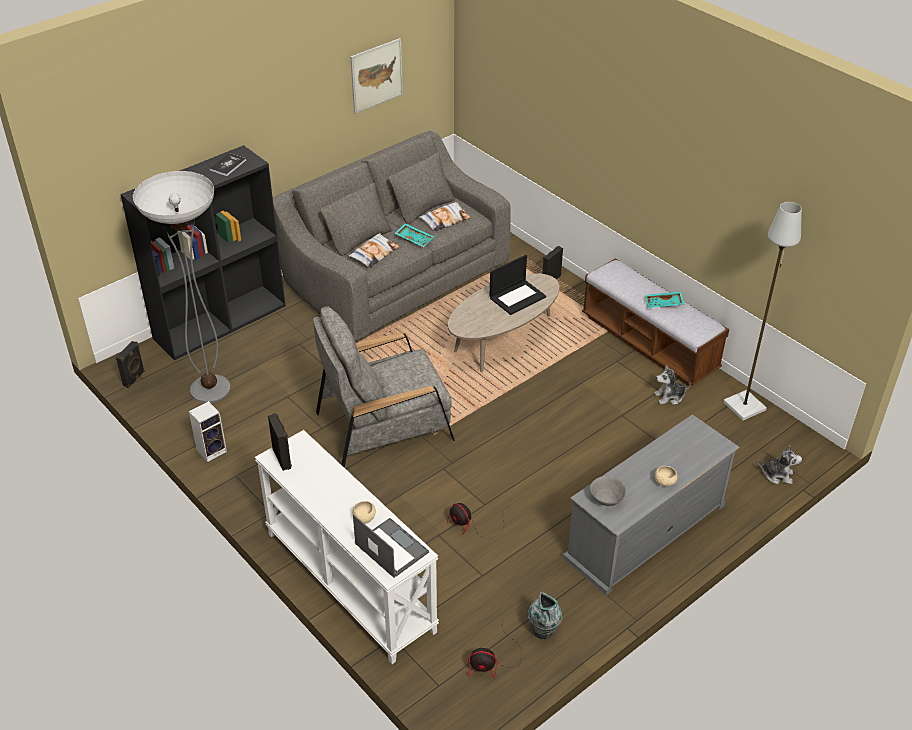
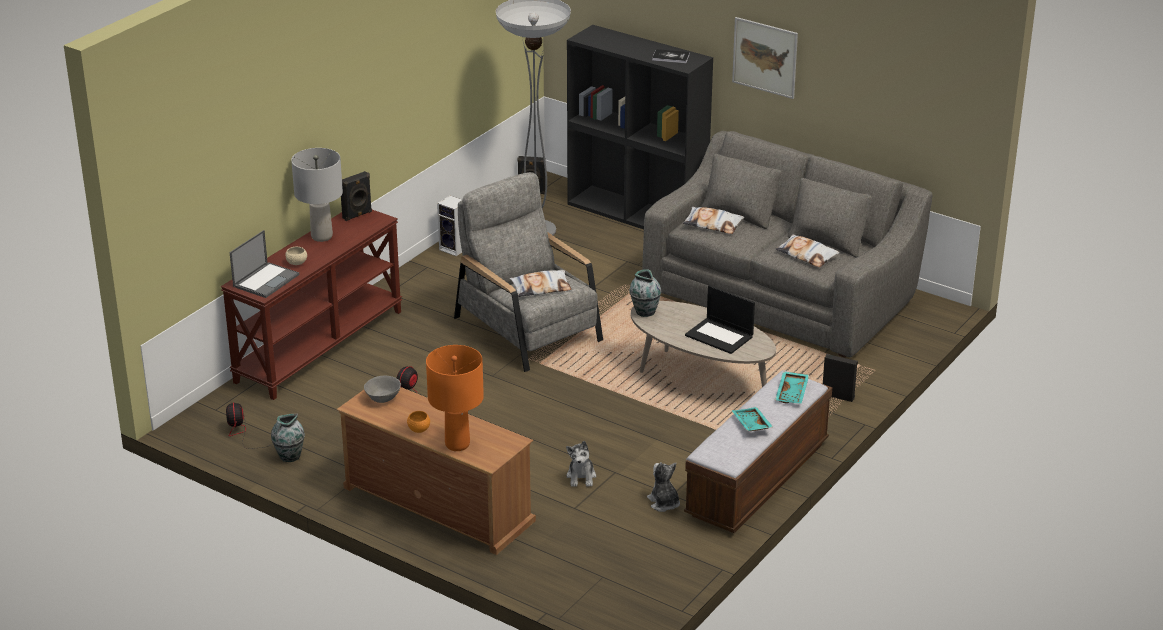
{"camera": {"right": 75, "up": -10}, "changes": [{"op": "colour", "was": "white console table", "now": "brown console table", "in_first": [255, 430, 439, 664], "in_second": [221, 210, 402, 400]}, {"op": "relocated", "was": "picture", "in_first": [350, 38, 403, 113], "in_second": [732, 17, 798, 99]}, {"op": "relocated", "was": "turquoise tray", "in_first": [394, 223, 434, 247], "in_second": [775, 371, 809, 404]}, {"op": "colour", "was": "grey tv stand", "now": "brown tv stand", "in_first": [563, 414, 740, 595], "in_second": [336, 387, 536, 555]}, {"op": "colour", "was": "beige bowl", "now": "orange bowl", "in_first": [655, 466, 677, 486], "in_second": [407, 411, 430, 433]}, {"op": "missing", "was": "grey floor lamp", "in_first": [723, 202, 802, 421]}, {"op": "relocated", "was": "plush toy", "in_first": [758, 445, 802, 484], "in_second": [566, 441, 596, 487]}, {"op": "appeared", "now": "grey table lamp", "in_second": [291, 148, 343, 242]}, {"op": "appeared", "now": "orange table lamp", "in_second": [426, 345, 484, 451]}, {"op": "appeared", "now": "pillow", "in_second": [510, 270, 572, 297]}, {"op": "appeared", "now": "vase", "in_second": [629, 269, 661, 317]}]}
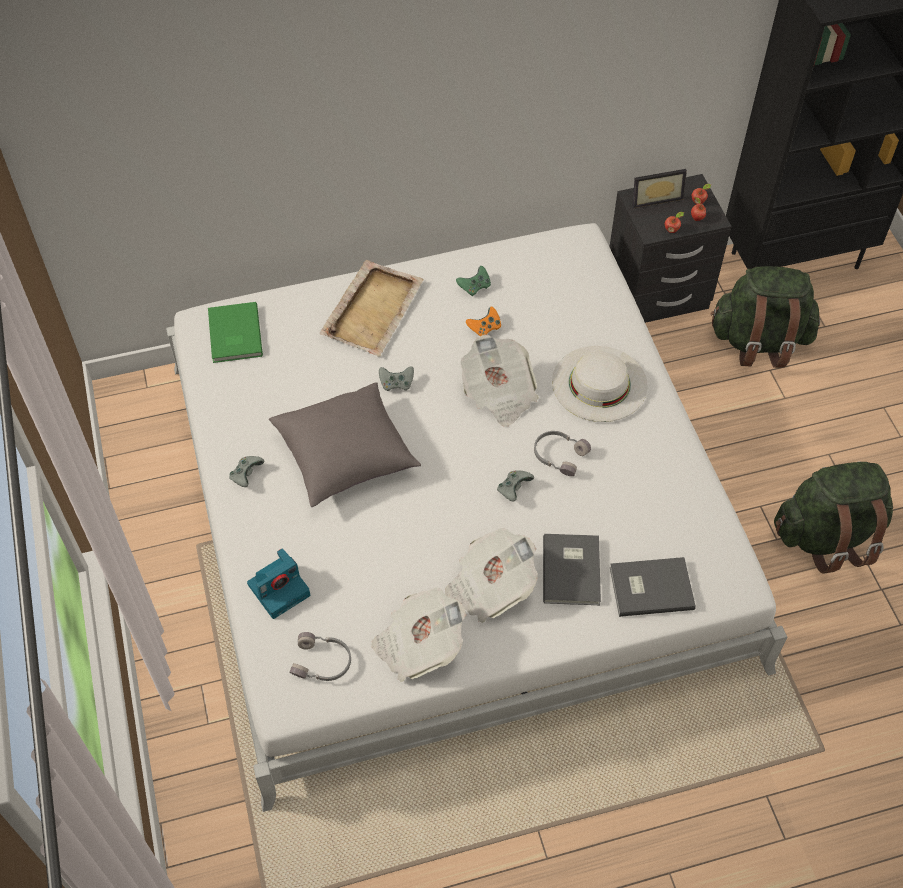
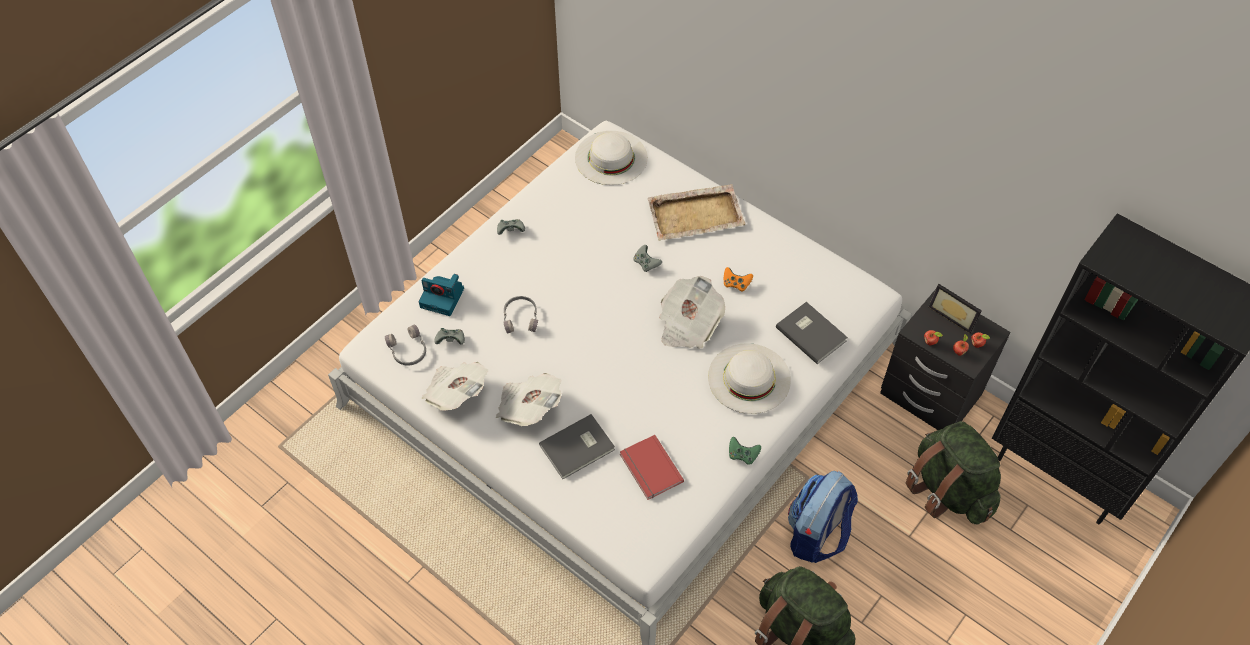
{"camera": {"right": 55, "up": 0}, "changes": [{"op": "exchanged", "was": "green book", "now": "white hat", "in_first": [208, 302, 263, 363], "in_second": [575, 131, 648, 185]}, {"op": "missing", "was": "grey pillow", "in_first": [269, 382, 421, 507]}, {"op": "relocated", "was": "green game controller", "in_first": [456, 266, 491, 296], "in_second": [729, 437, 761, 465]}, {"op": "relocated", "was": "grey game controller", "in_first": [497, 470, 534, 501], "in_second": [434, 328, 465, 345]}, {"op": "relocated", "was": "grey headphones", "in_first": [534, 431, 591, 476], "in_second": [504, 296, 538, 334]}, {"op": "relocated", "was": "grey book", "in_first": [610, 557, 696, 617], "in_second": [776, 302, 848, 364]}, {"op": "appeared", "now": "red book", "in_second": [620, 435, 684, 500]}, {"op": "appeared", "now": "backpack", "in_second": [788, 471, 858, 563]}]}
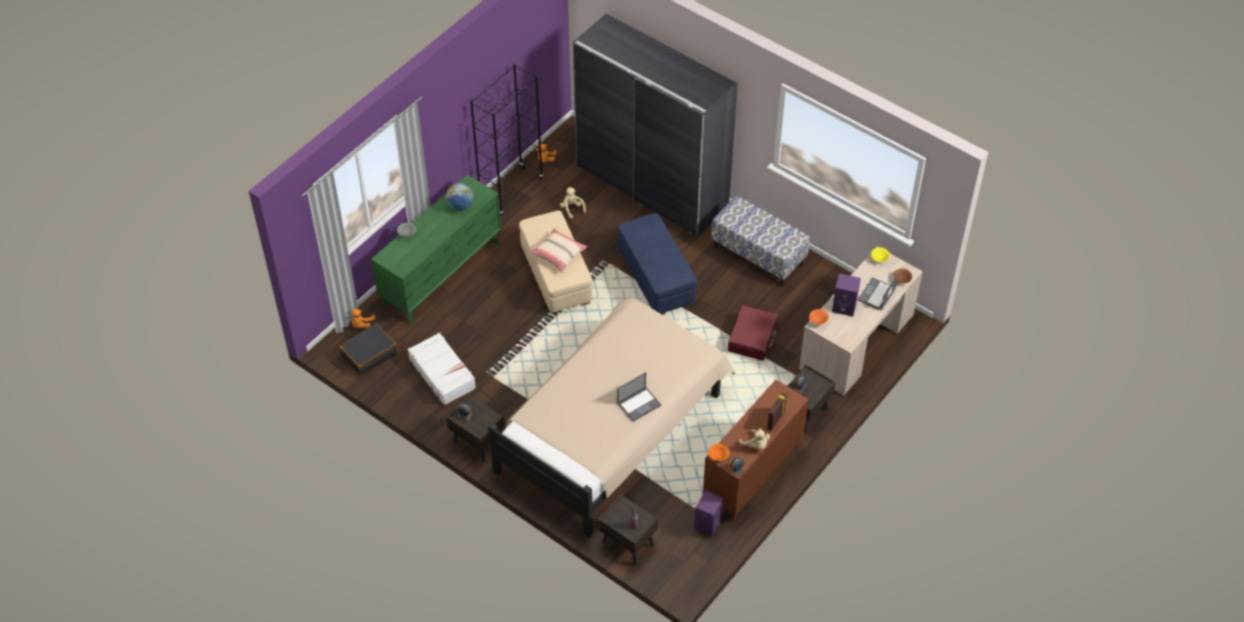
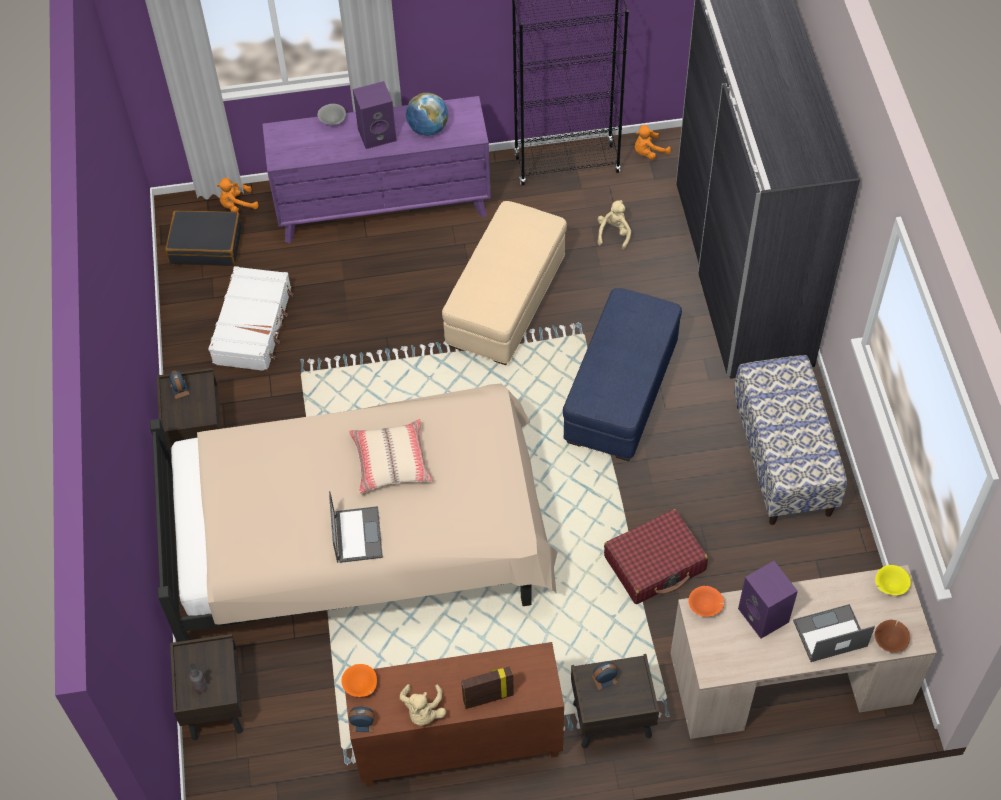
{"camera": {"right": 45, "up": 5}, "changes": [{"op": "colour", "was": "green dresser", "now": "purple dresser", "in_first": [371, 174, 501, 324], "in_second": [262, 96, 491, 243]}, {"op": "relocated", "was": "beige pillow", "in_first": [528, 228, 587, 273], "in_second": [349, 419, 433, 494]}, {"op": "spun", "was": "laptop", "in_first": [617, 372, 661, 422], "in_second": [329, 491, 383, 563], "clockwise": -105}, {"op": "relocated", "was": "purple speaker", "in_first": [694, 490, 724, 537], "in_second": [353, 81, 397, 149]}]}
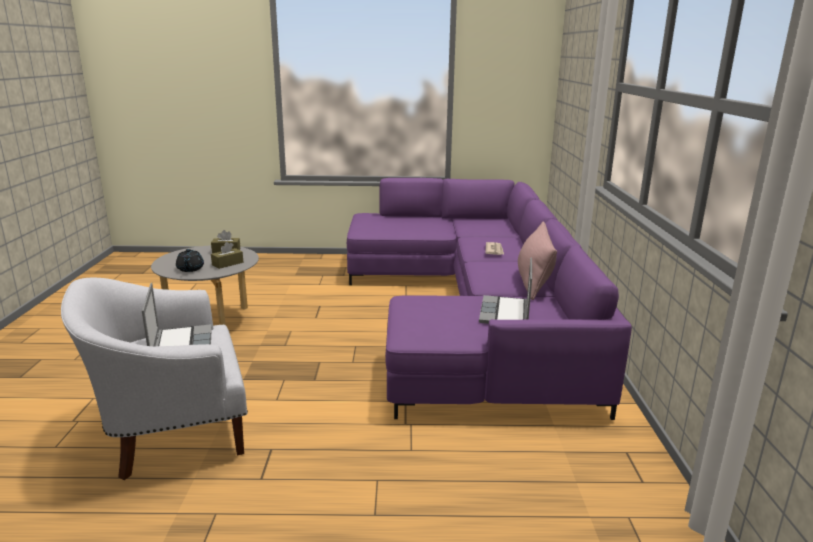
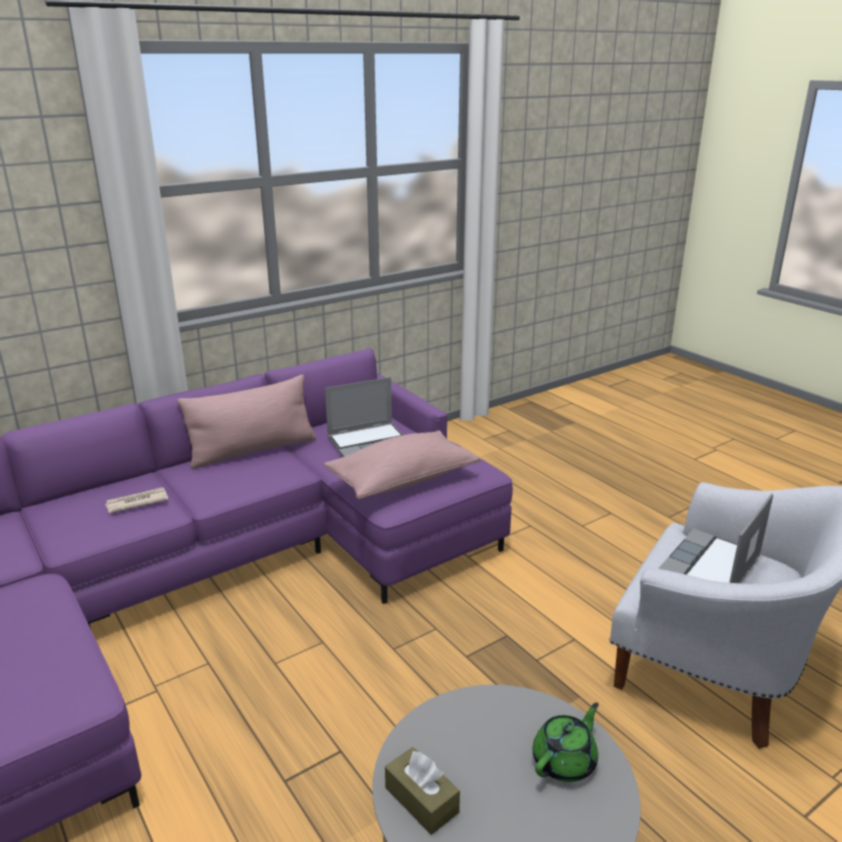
{"camera": {"right": -125, "up": 5}, "changes": [{"op": "colour", "was": "black teapot", "now": "green teapot", "in_first": [176, 249, 204, 272], "in_second": [533, 702, 599, 782]}, {"op": "missing", "was": "brown tissue box", "in_first": [211, 242, 243, 269]}, {"op": "appeared", "now": "pink pillow", "in_second": [324, 431, 480, 499]}]}
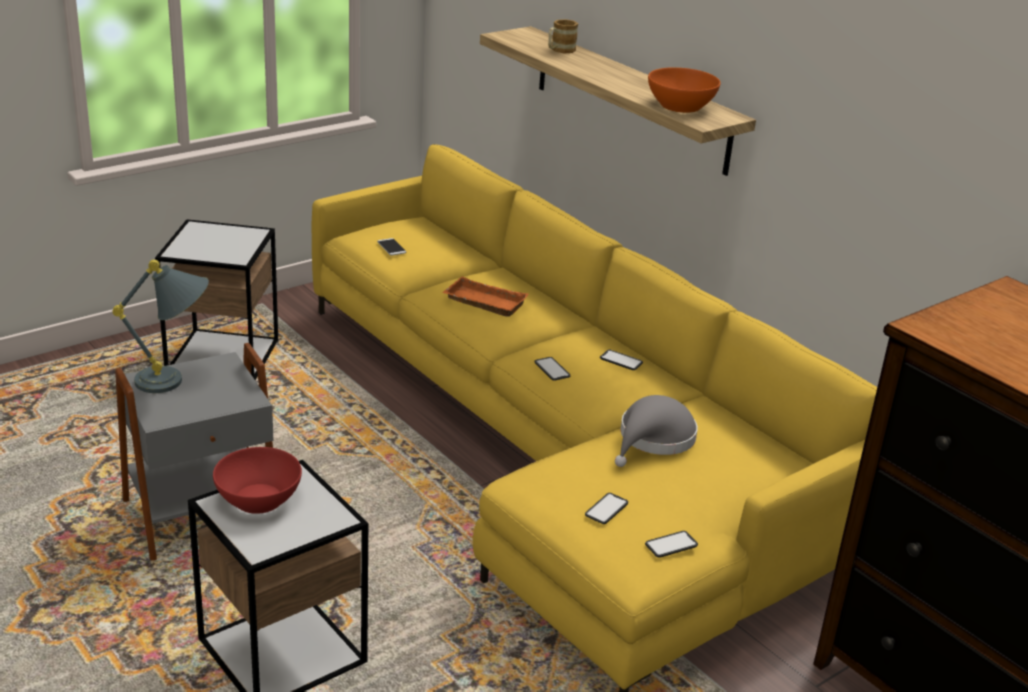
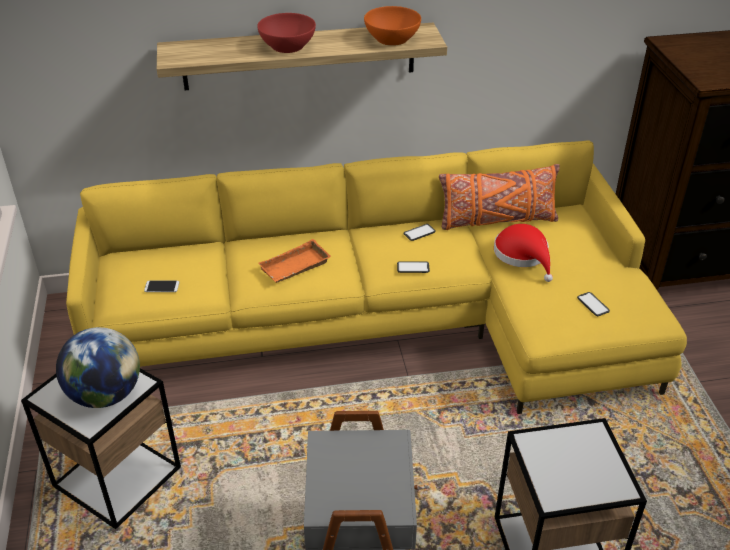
{"camera": {"right": -60, "up": 10}, "changes": [{"op": "missing", "was": "grey table lamp", "in_first": [112, 260, 209, 393]}, {"op": "relocated", "was": "red bowl", "in_first": [213, 447, 302, 514], "in_second": [257, 13, 316, 53]}, {"op": "missing", "was": "mug", "in_first": [548, 19, 578, 54]}, {"op": "colour", "was": "grey hat", "now": "red hat", "in_first": [615, 395, 698, 467], "in_second": [494, 224, 553, 282]}, {"op": "missing", "was": "phone", "in_first": [645, 531, 698, 557]}, {"op": "appeared", "now": "globe", "in_second": [56, 327, 140, 408]}, {"op": "appeared", "now": "orange pillow", "in_second": [439, 164, 560, 230]}]}
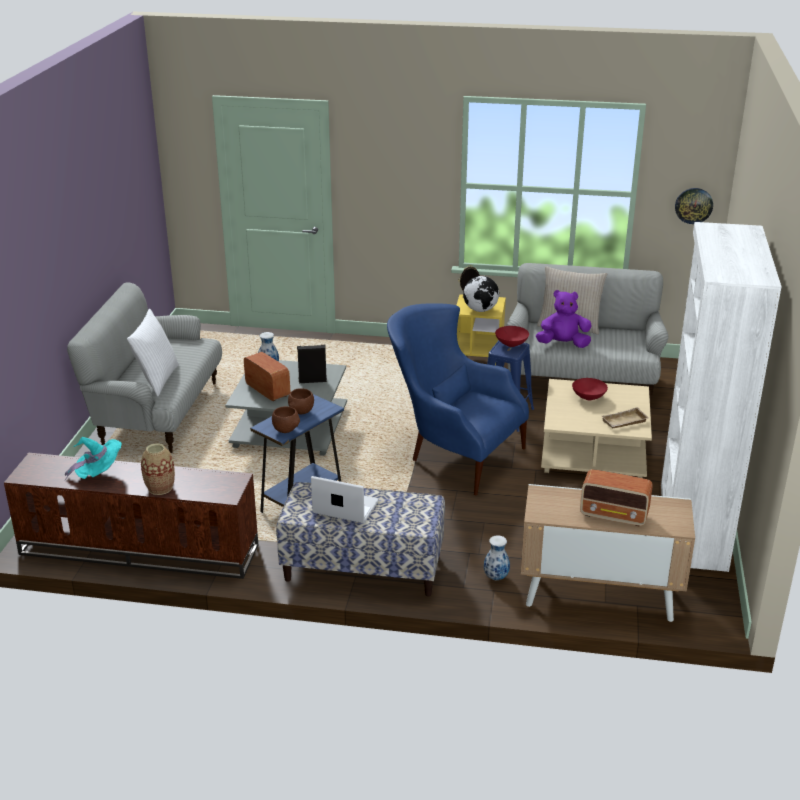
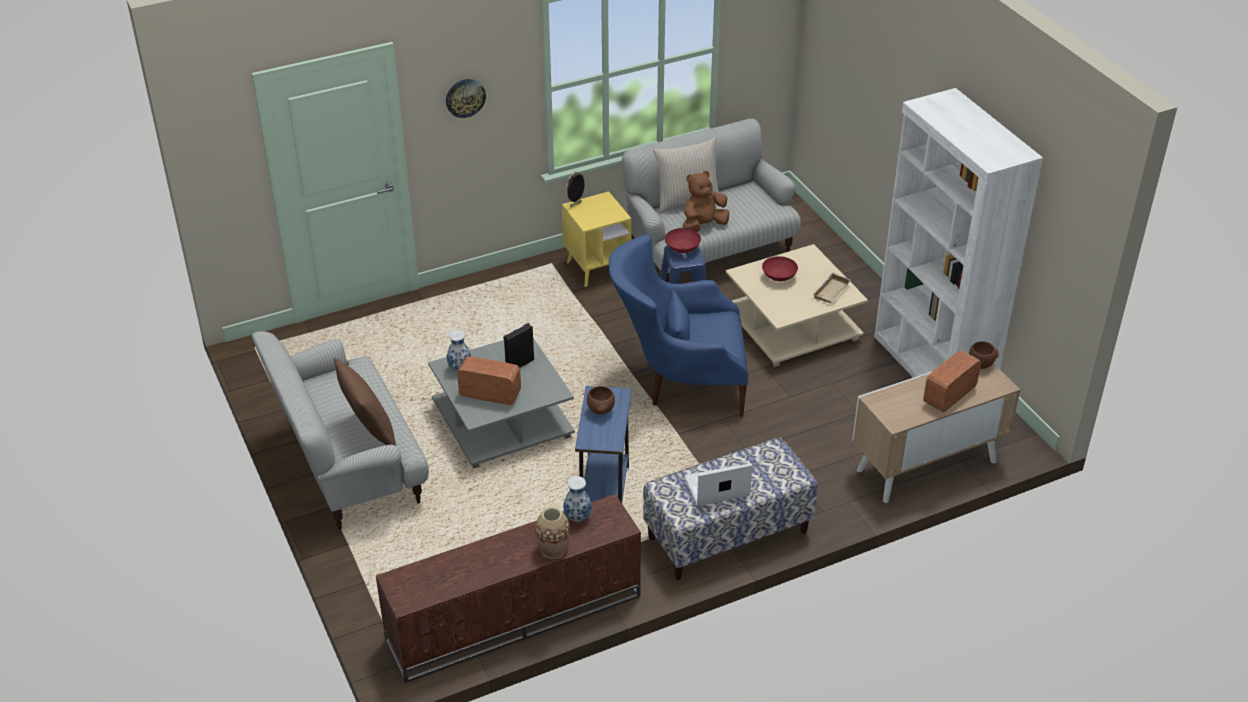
{"camera": {"right": -35, "up": 10}, "changes": [{"op": "missing", "was": "turquoise hat", "in_first": [65, 437, 122, 480]}, {"op": "colour", "was": "white pillow", "now": "brown pillow", "in_first": [127, 309, 179, 396], "in_second": [334, 358, 396, 446]}, {"op": "relocated", "was": "brown bowl", "in_first": [272, 406, 300, 433], "in_second": [969, 341, 999, 369]}, {"op": "missing", "was": "globe", "in_first": [463, 276, 499, 312]}, {"op": "relocated", "was": "vase", "in_first": [484, 535, 510, 580], "in_second": [563, 476, 591, 522]}, {"op": "colour", "was": "purple plush toy", "now": "brown plush toy", "in_first": [536, 290, 591, 348], "in_second": [683, 171, 729, 232]}, {"op": "spun", "was": "radio", "in_first": [580, 469, 653, 526], "in_second": [923, 350, 981, 412], "clockwise": 150}, {"op": "relocated", "was": "wall clock", "in_first": [675, 188, 713, 224], "in_second": [446, 79, 486, 118]}]}
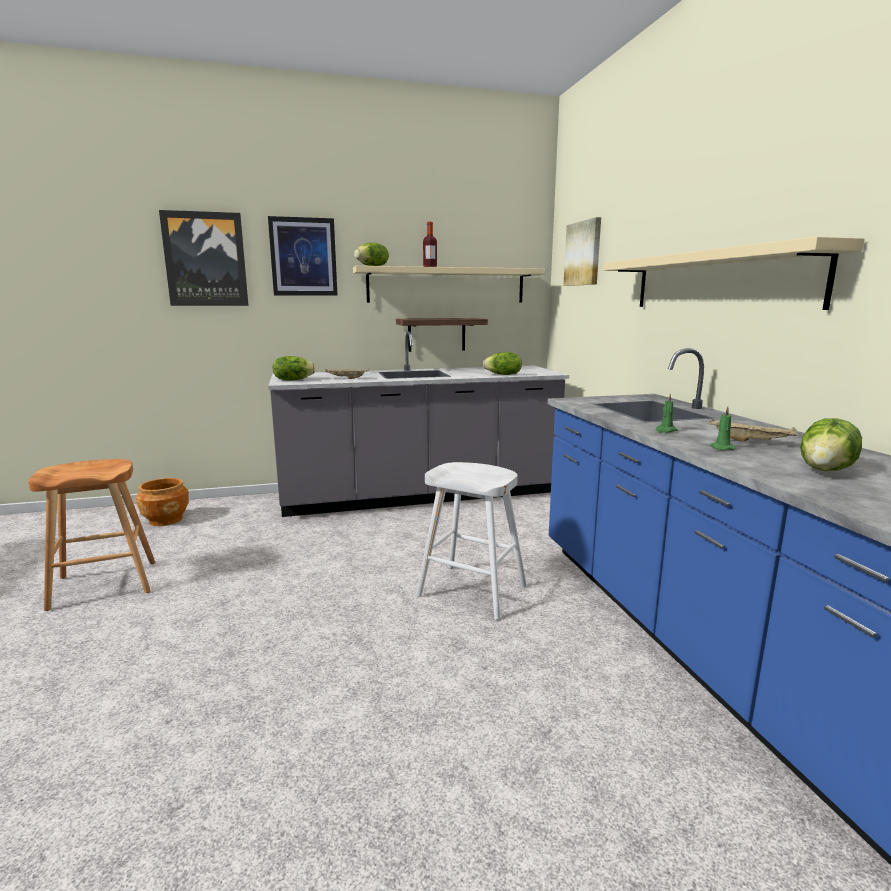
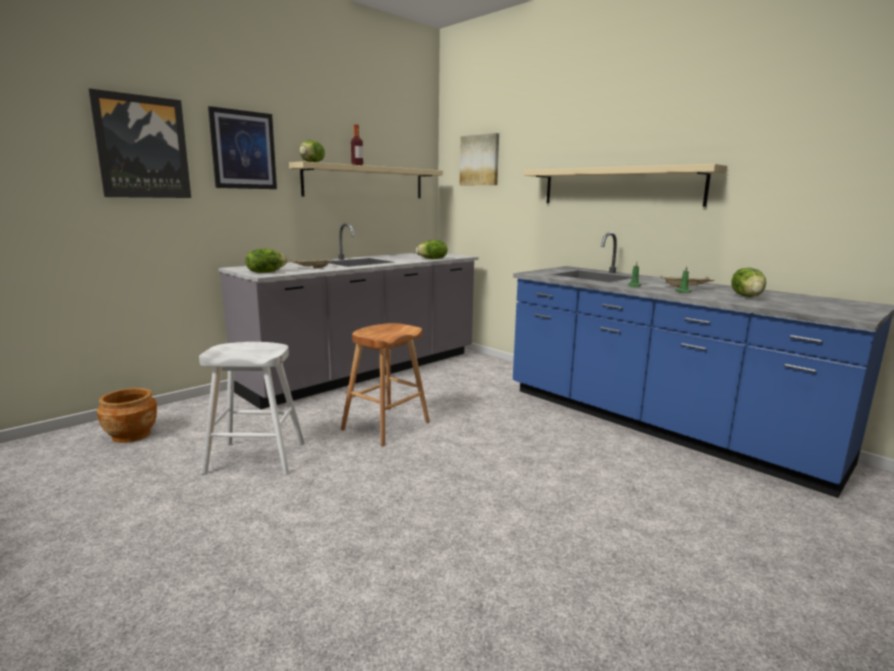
{"camera": {"right": -30, "up": 0}, "changes": [{"op": "relocated", "was": "brown stool", "in_first": [28, 459, 155, 611], "in_second": [341, 323, 430, 446]}, {"op": "missing", "was": "shelf", "in_first": [396, 318, 488, 352]}, {"op": "relocated", "was": "white stool", "in_first": [416, 462, 527, 620], "in_second": [199, 342, 305, 475]}]}
